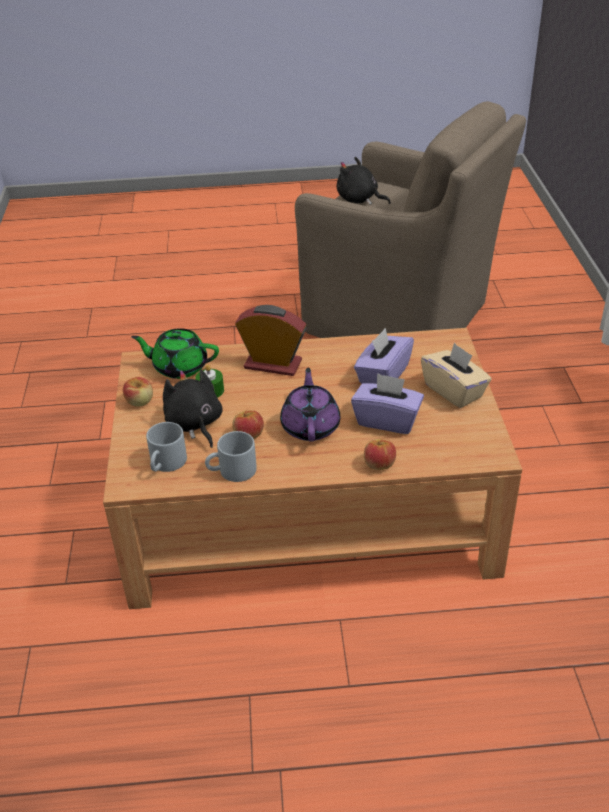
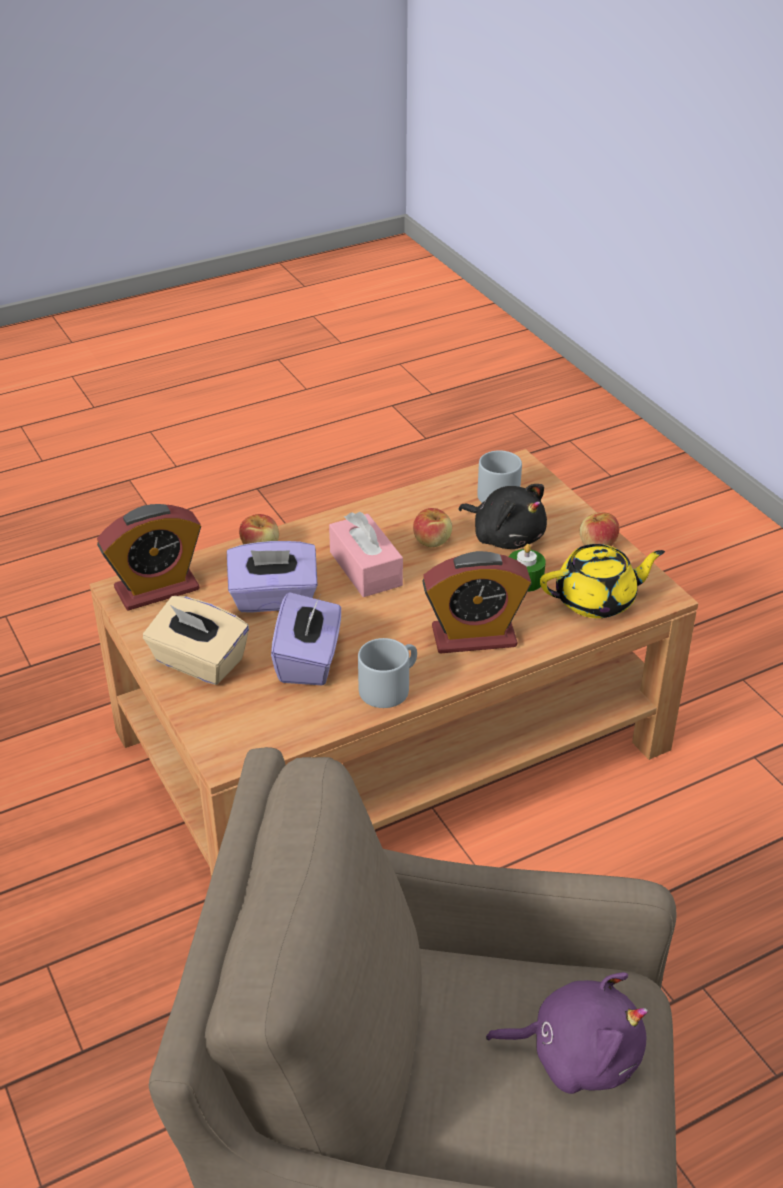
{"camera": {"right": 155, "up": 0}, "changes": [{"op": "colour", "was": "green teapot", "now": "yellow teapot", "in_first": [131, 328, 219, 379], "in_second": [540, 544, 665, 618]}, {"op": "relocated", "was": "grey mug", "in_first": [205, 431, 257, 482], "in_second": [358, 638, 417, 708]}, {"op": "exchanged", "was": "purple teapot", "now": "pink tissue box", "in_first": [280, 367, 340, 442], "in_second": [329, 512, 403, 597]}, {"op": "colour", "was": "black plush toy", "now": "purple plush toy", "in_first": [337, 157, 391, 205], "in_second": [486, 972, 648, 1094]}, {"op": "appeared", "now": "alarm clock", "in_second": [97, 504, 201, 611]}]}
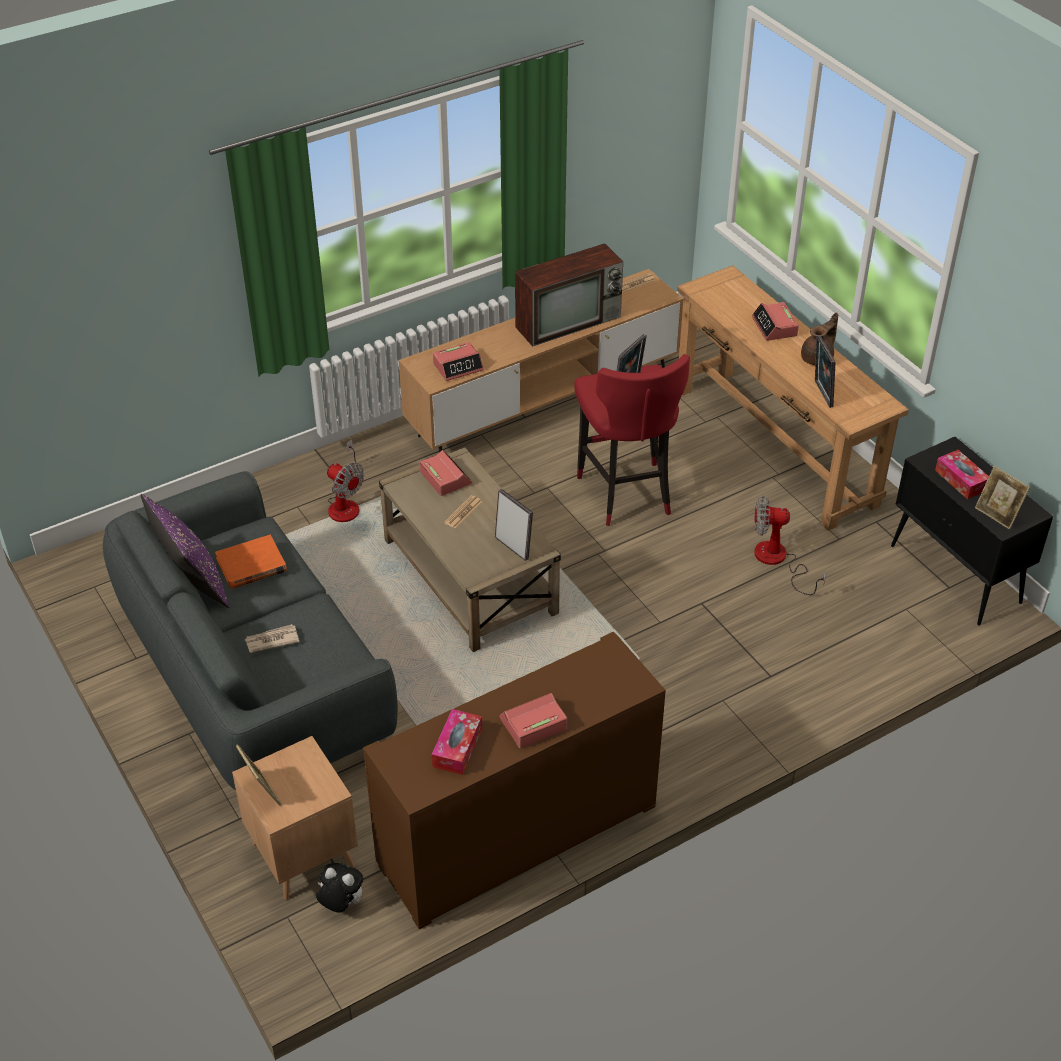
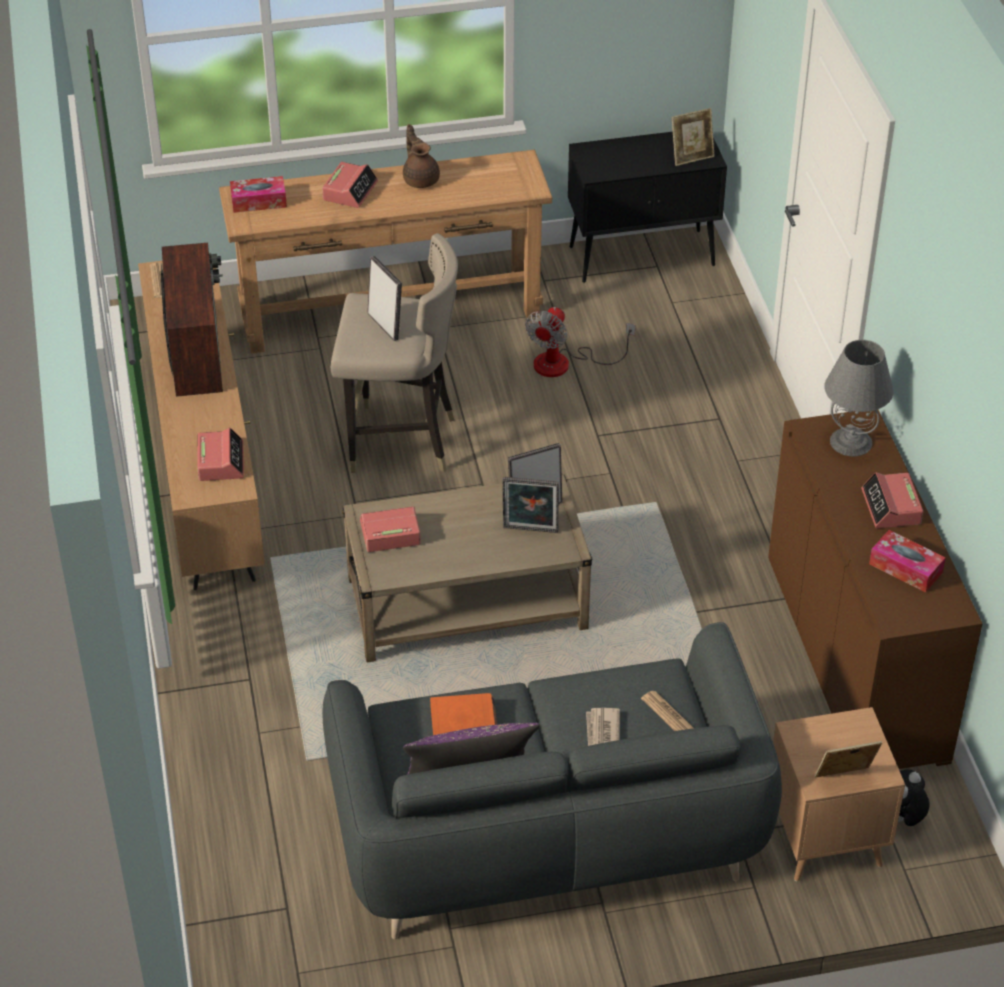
{"camera": {"right": -70, "up": 0}, "changes": [{"op": "missing", "was": "fan", "in_first": [327, 440, 364, 522]}, {"op": "relocated", "was": "newspaper", "in_first": [444, 495, 482, 529], "in_second": [641, 691, 693, 731]}, {"op": "colour", "was": "red stool", "now": "beige stool", "in_first": [574, 354, 690, 526], "in_second": [331, 233, 458, 473]}, {"op": "spun", "was": "alarm clock", "in_first": [752, 302, 799, 341], "in_second": [322, 162, 378, 208], "clockwise": -75}, {"op": "relocated", "was": "picture frame", "in_first": [815, 335, 835, 408], "in_second": [502, 477, 559, 533]}, {"op": "relocated", "was": "tissue box", "in_first": [935, 450, 989, 499], "in_second": [230, 176, 287, 213]}, {"op": "appeared", "now": "grey table lamp", "in_second": [825, 340, 893, 456]}]}
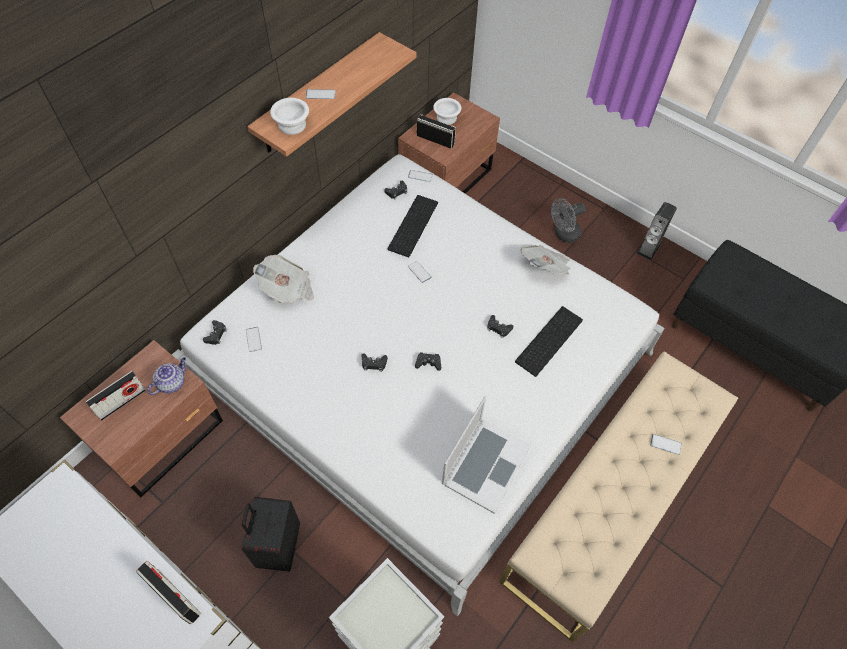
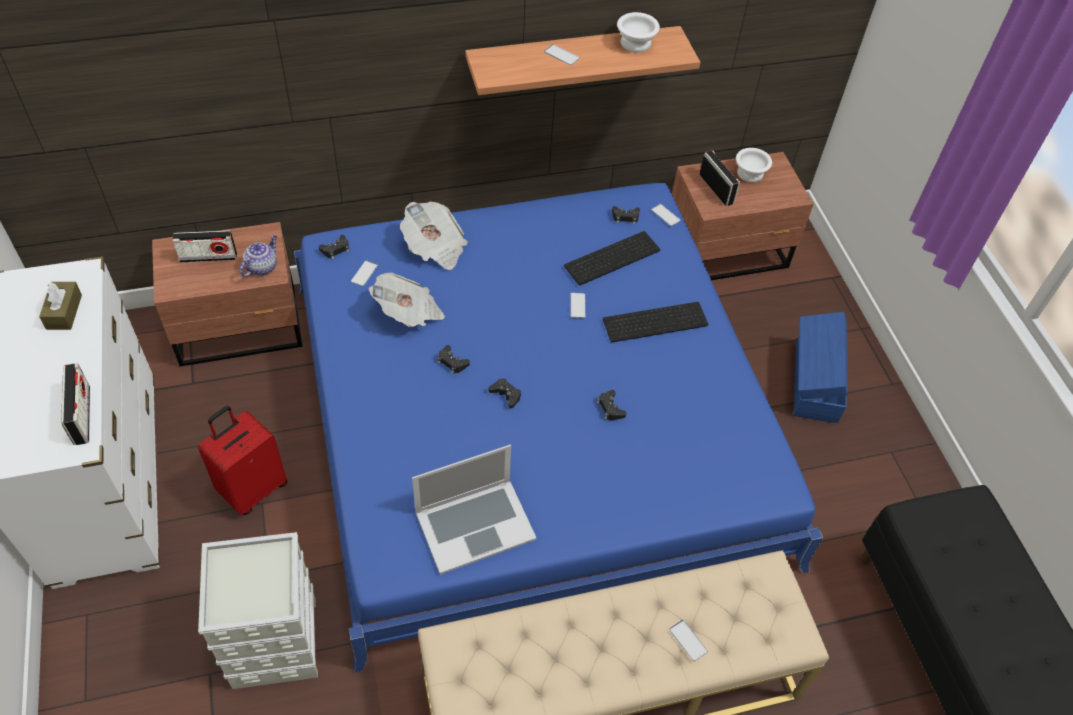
{"camera": {"right": 35, "up": -5}, "changes": [{"op": "spun", "was": "teapot", "in_first": [147, 357, 186, 395], "in_second": [240, 235, 277, 277], "clockwise": -45}, {"op": "colour", "was": "white bed", "now": "blue bed", "in_first": [172, 154, 665, 617], "in_second": [294, 183, 823, 673]}, {"op": "colour", "was": "black suitcase", "now": "red suitcase", "in_first": [242, 497, 300, 572], "in_second": [198, 406, 287, 515]}, {"op": "relocated", "was": "white bowl", "in_first": [270, 98, 309, 135], "in_second": [617, 12, 660, 52]}, {"op": "relocated", "was": "keyboard", "in_first": [515, 306, 583, 377], "in_second": [603, 302, 708, 342]}, {"op": "relocated", "was": "newspaper", "in_first": [521, 245, 570, 275], "in_second": [369, 272, 445, 327]}, {"op": "exchanged", "was": "grey fan", "now": "blue storage box", "in_first": [551, 198, 586, 243], "in_second": [794, 312, 848, 423]}, {"op": "missing", "was": "speaker", "in_first": [637, 202, 677, 260]}, {"op": "appeared", "now": "brown tissue box", "in_second": [39, 282, 82, 330]}]}
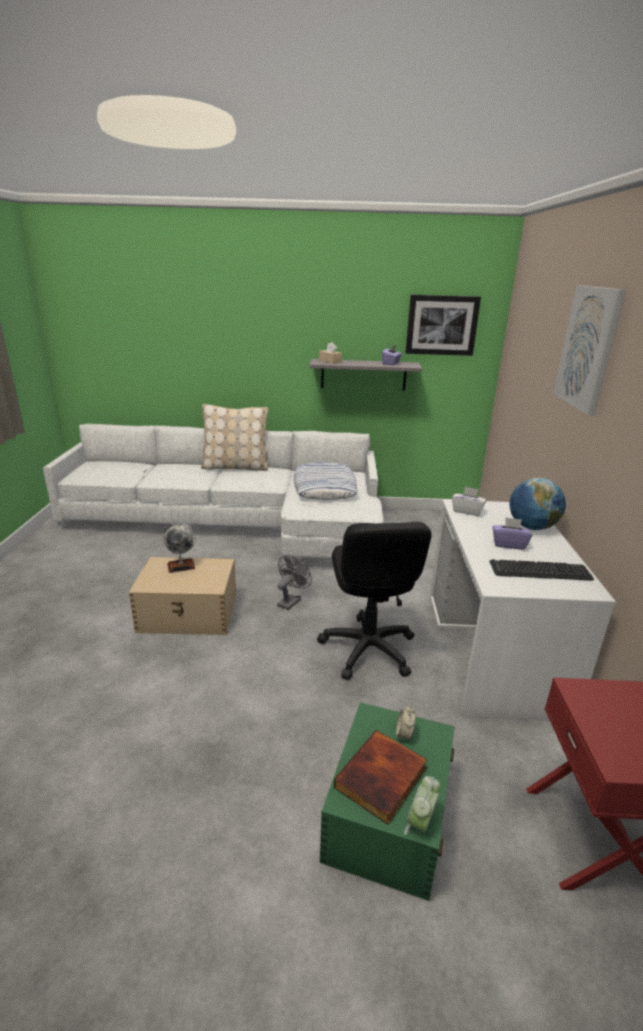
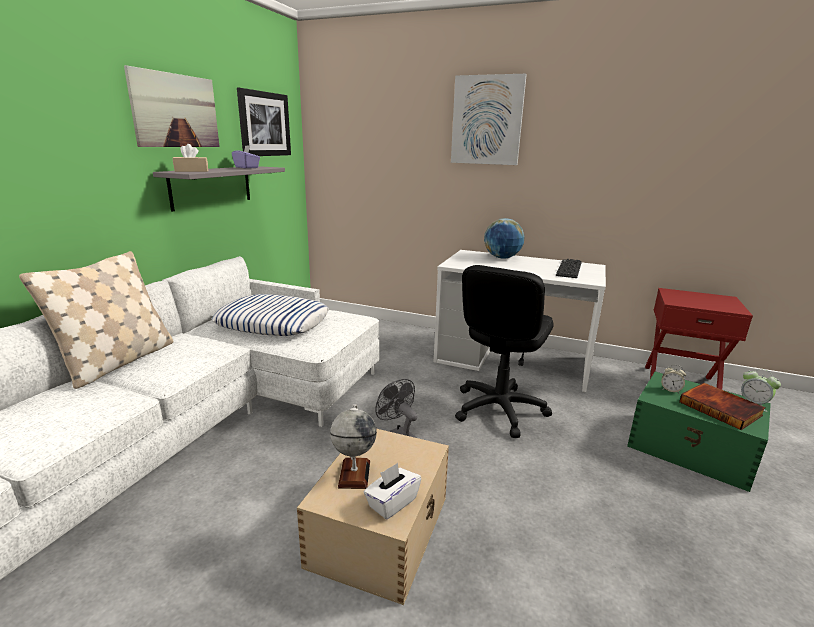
{"camera": {"right": -70, "up": -5}, "changes": [{"op": "spun", "was": "black office chair", "in_first": [317, 522, 432, 680], "in_second": [455, 265, 554, 438], "clockwise": 105}, {"op": "relocated", "was": "white tissue box", "in_first": [452, 487, 486, 516], "in_second": [364, 463, 421, 520]}, {"op": "missing", "was": "purple tissue box", "in_first": [492, 517, 532, 550]}, {"op": "appeared", "now": "picture", "in_second": [124, 65, 220, 147]}]}
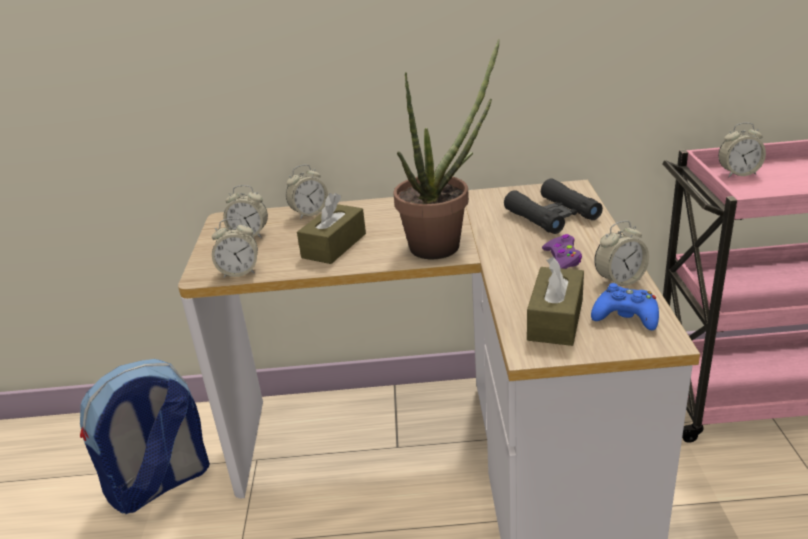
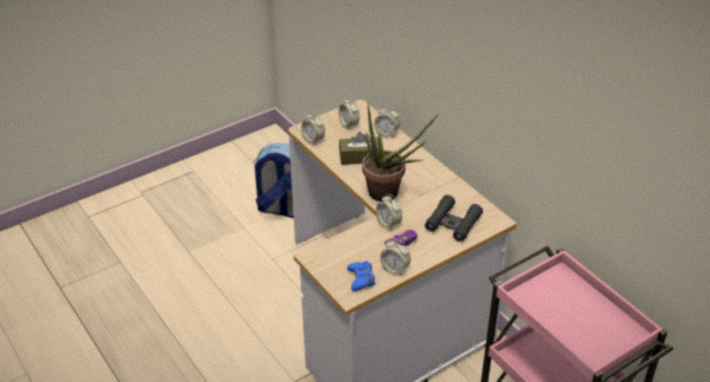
{"camera": {"right": 55, "up": 10}, "changes": [{"op": "missing", "was": "brown tissue box", "in_first": [527, 256, 584, 346]}, {"op": "relocated", "was": "alarm clock", "in_first": [718, 122, 766, 178], "in_second": [376, 194, 402, 230]}]}
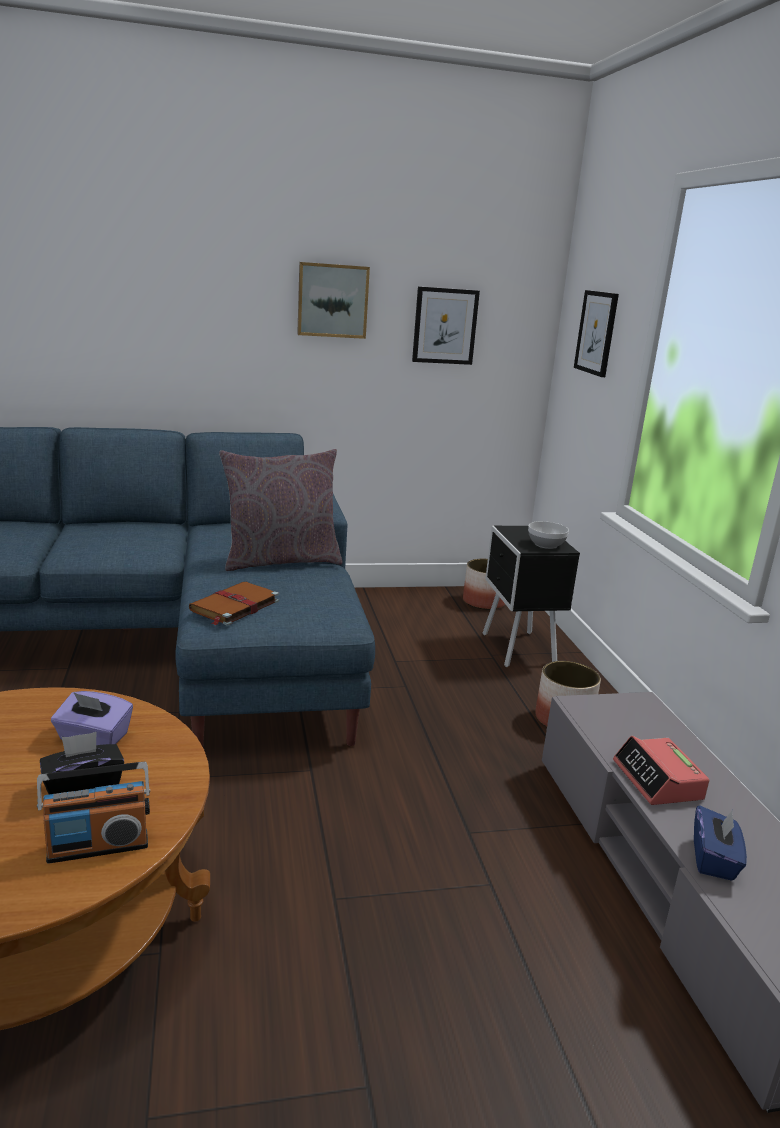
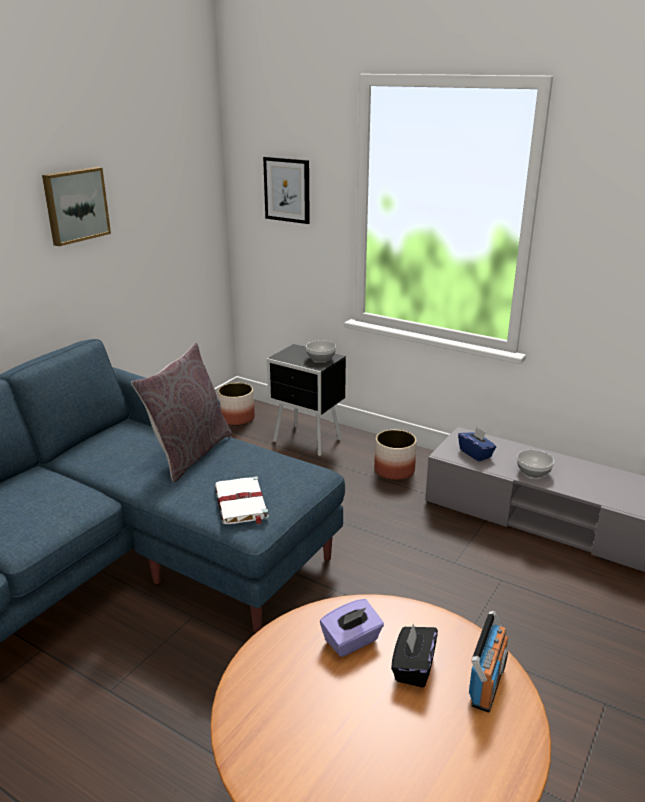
{"camera": {"right": -45, "up": 5}, "changes": [{"op": "colour", "was": "brown book", "now": "white book", "in_first": [189, 582, 279, 625], "in_second": [215, 476, 269, 524]}, {"op": "missing", "was": "picture", "in_first": [412, 287, 480, 365]}, {"op": "exchanged", "was": "alarm clock", "now": "bowl", "in_first": [613, 736, 710, 805], "in_second": [517, 450, 554, 478]}, {"op": "relocated", "was": "blue tissue box", "in_first": [694, 805, 747, 881], "in_second": [458, 427, 496, 461]}]}
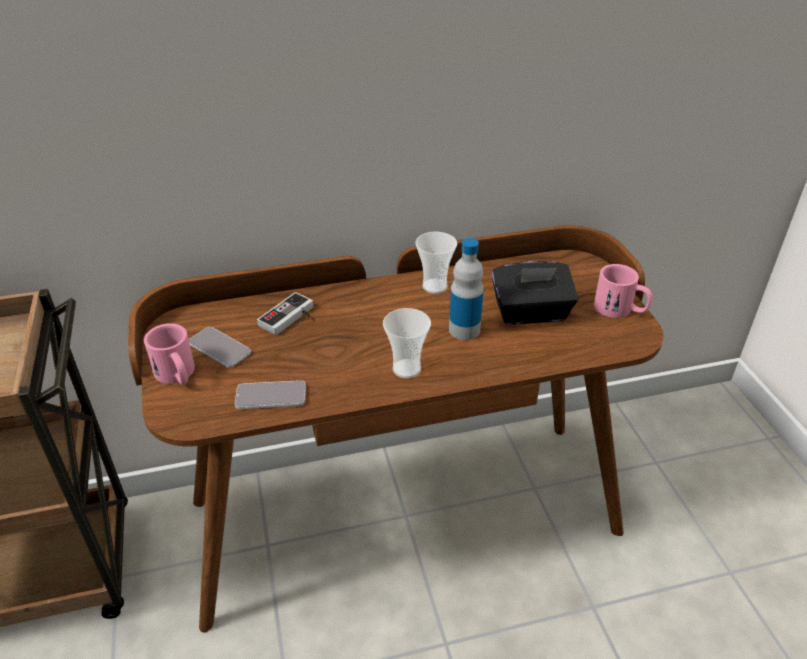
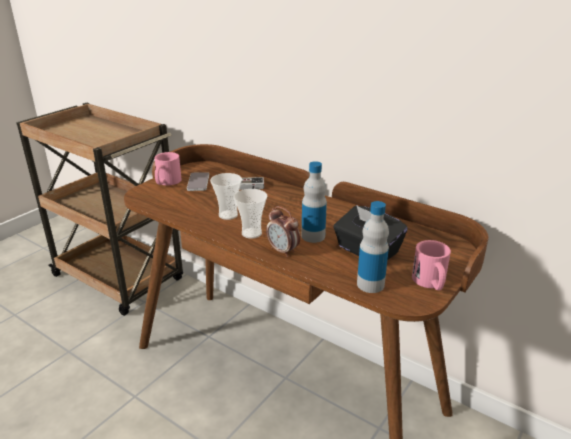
{"camera": {"right": 50, "up": -10}, "changes": [{"op": "missing", "was": "phone", "in_first": [235, 380, 306, 409]}, {"op": "relocated", "was": "cup", "in_first": [415, 232, 457, 294], "in_second": [210, 173, 242, 220]}, {"op": "appeared", "now": "alarm clock", "in_second": [266, 206, 300, 257]}, {"op": "appeared", "now": "bottle", "in_second": [357, 201, 389, 293]}]}
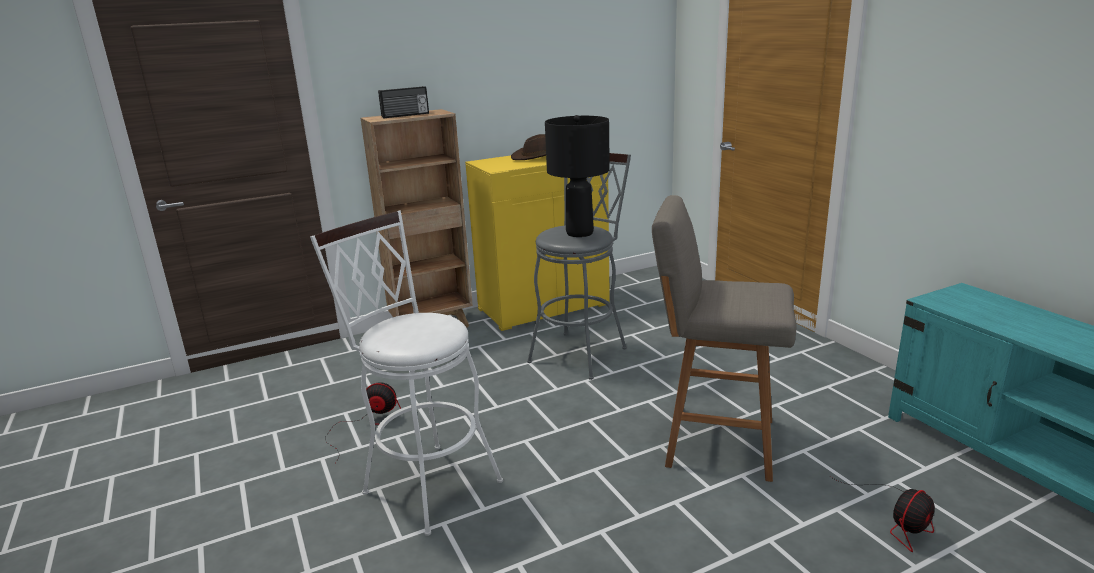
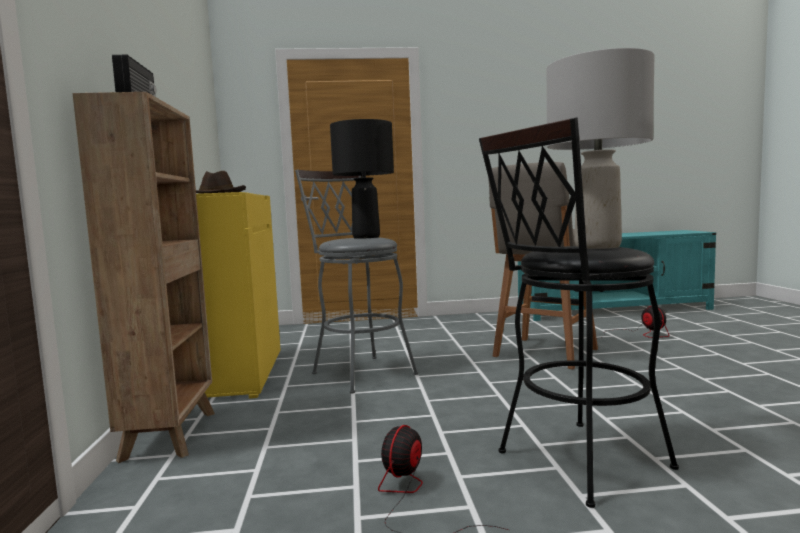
{"camera": {"right": -70, "up": -15}, "changes": [{"op": "colour", "was": "white stool", "now": "black stool", "in_first": [310, 211, 503, 536], "in_second": [479, 117, 679, 508]}, {"op": "appeared", "now": "grey table lamp", "in_second": [547, 48, 654, 249]}]}
